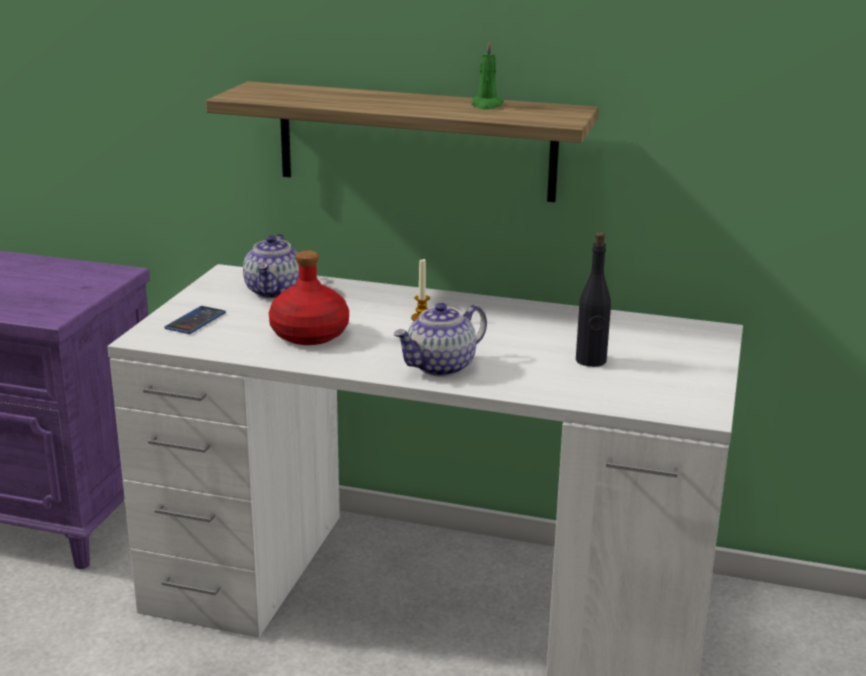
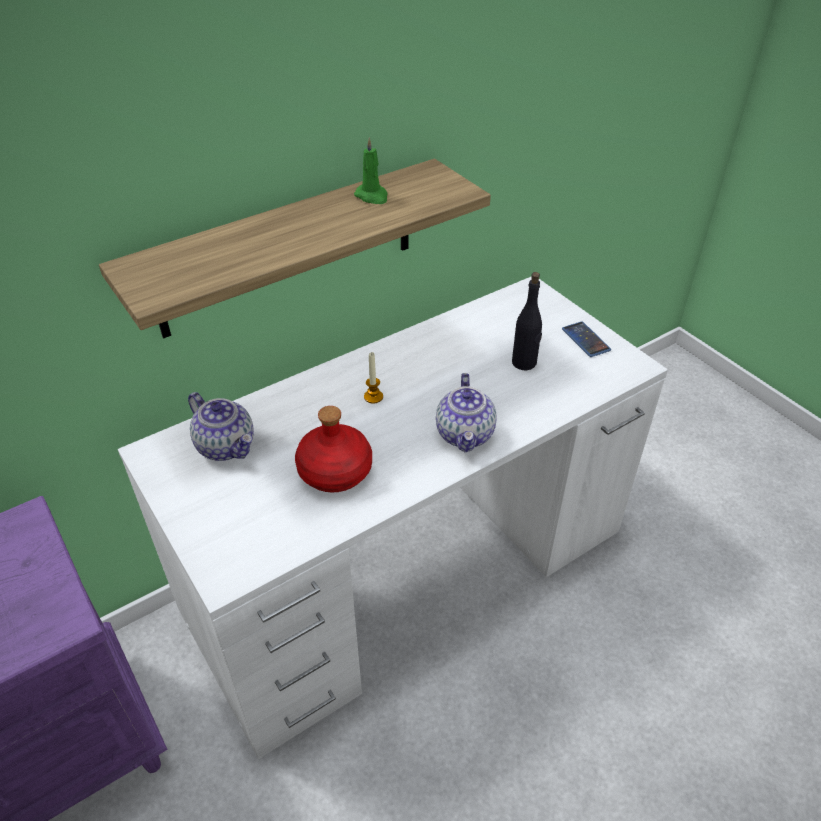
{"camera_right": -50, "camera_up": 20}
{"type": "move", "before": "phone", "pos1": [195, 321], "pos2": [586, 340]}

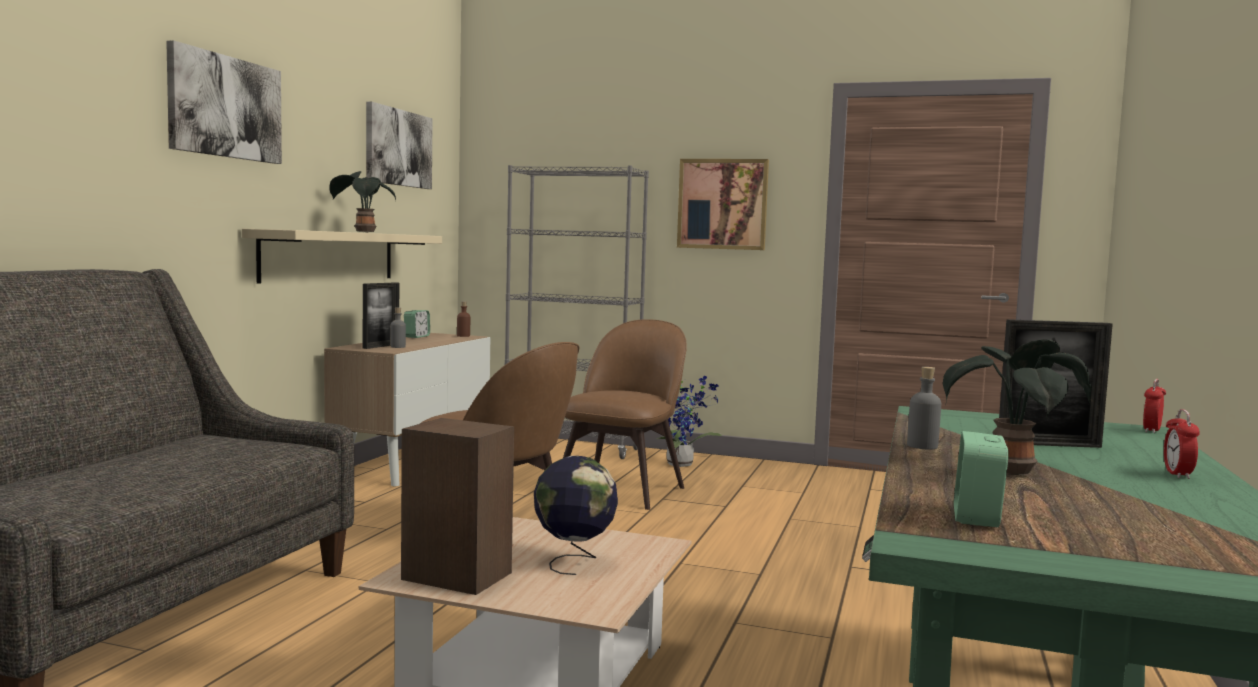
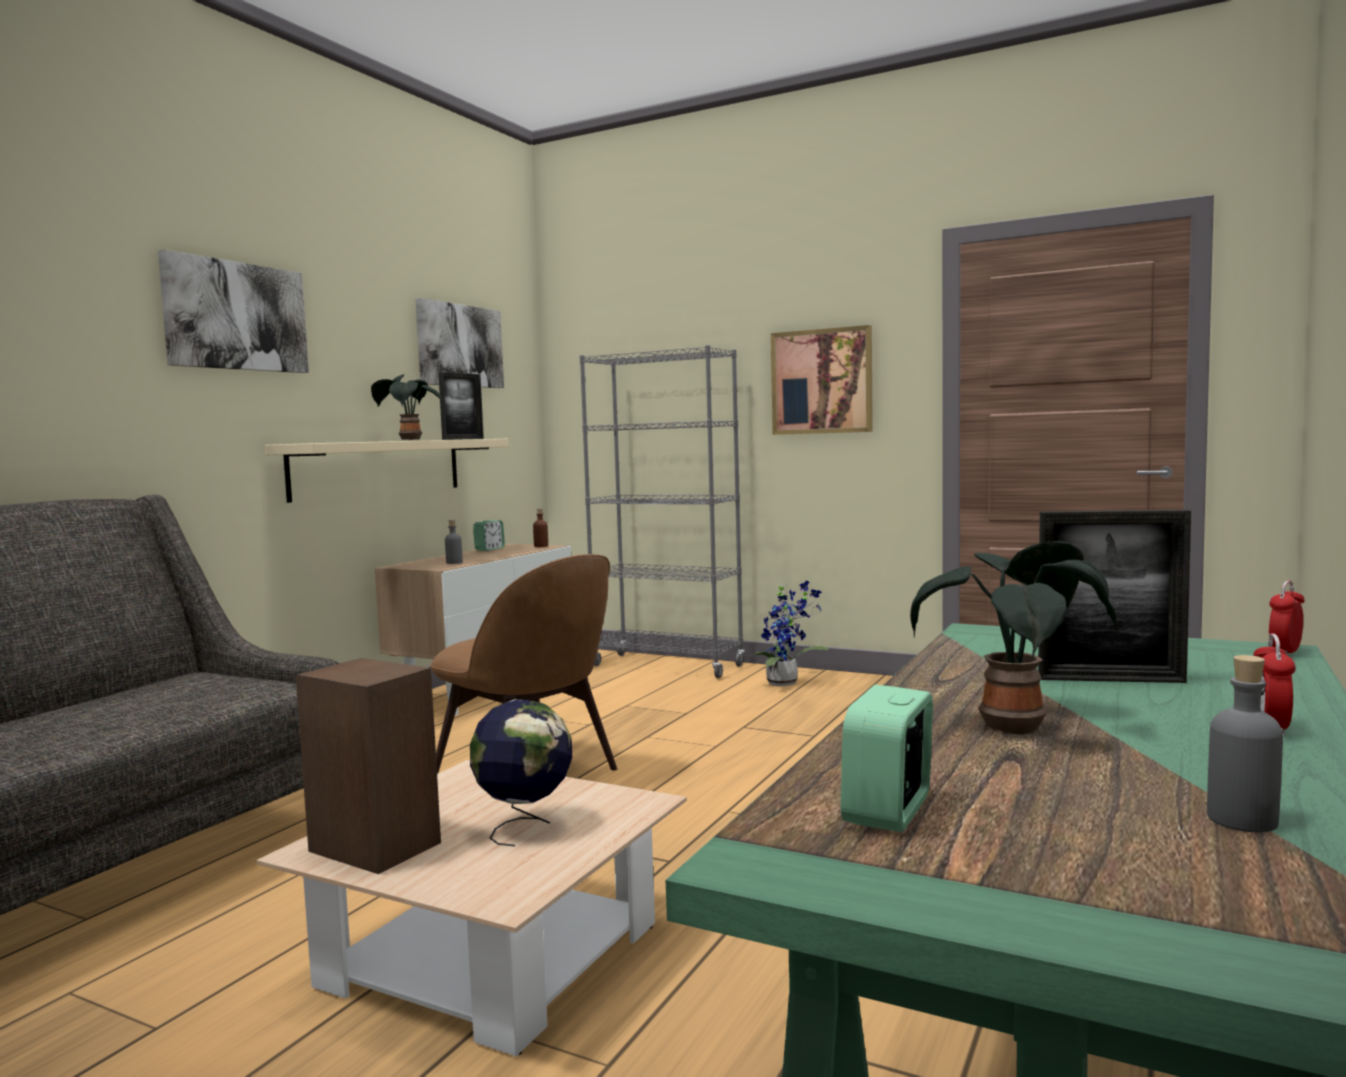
{"camera_right": 10, "camera_up": 0}
{"type": "move", "before": "picture_frame", "pos1": [381, 346], "pos2": [463, 439]}
{"type": "delete", "before": "brown_chair", "pos1": [622, 489]}
{"type": "move", "before": "grey_bottle", "pos1": [922, 446], "pos2": [1242, 820]}

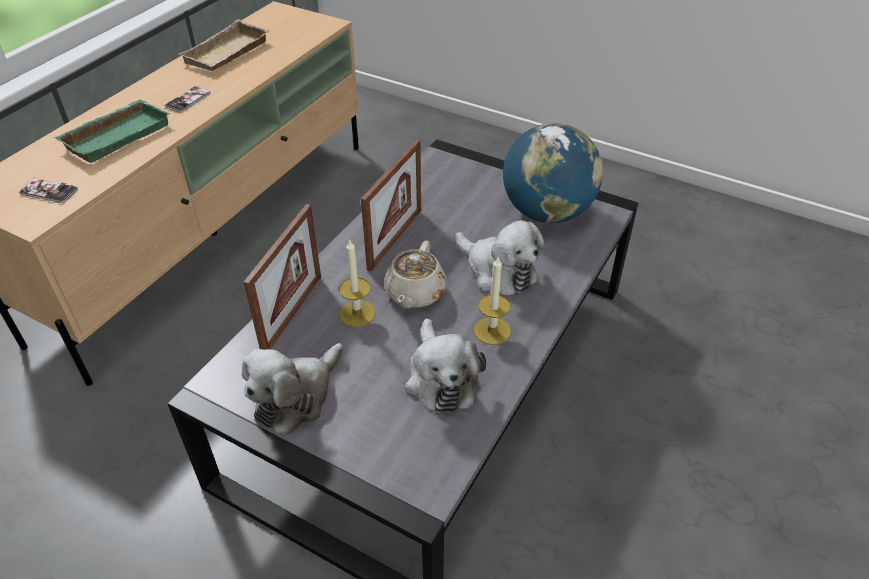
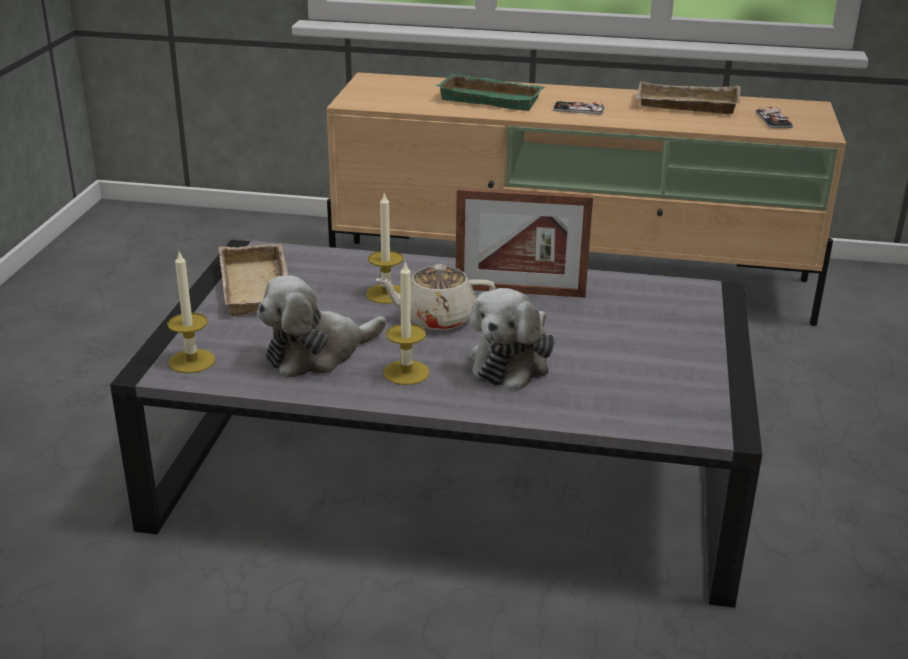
{"camera_right": 70, "camera_up": -15}
{"type": "move", "before": "phone", "pos1": [49, 192], "pos2": [773, 120]}
{"type": "replace", "before": "plush_toy", "after": "beige_tray", "pos1": [296, 397], "pos2": [259, 288]}
{"type": "delete", "before": "picture_frame", "pos1": [292, 313]}
{"type": "delete", "before": "globe", "pos1": [547, 212]}
{"type": "insert", "after": "candle", "pos2": [192, 361]}

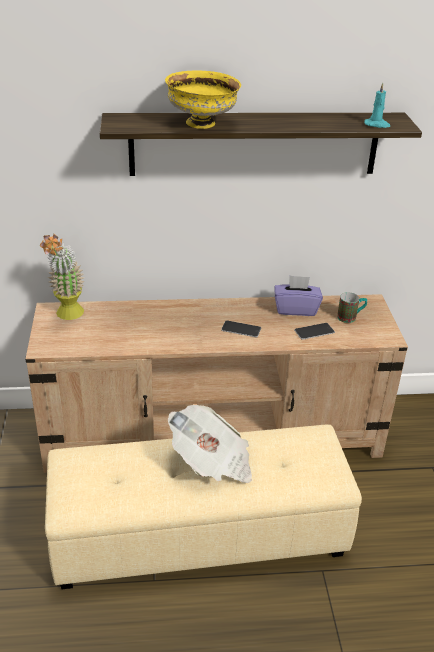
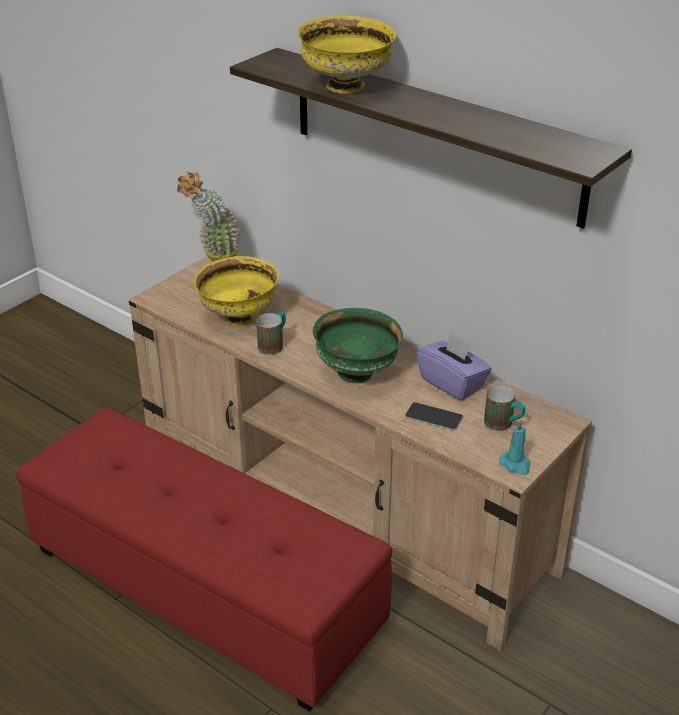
{"camera_right": 45, "camera_up": 0}
{"type": "recolor", "before": "beige_ottoman", "after": "red_ottoman", "pos1": [199, 535], "pos2": [203, 589]}
{"type": "delete", "before": "newspaper", "pos1": [212, 462]}
{"type": "replace", "before": "phone", "after": "green_bowl", "pos1": [241, 329], "pos2": [357, 373]}
{"type": "move", "before": "turquoise_candle", "pos1": [377, 125], "pos2": [515, 464]}
{"type": "insert", "after": "yellow_bowl", "pos2": [239, 318]}
{"type": "insert", "after": "mug", "pos2": [274, 344]}

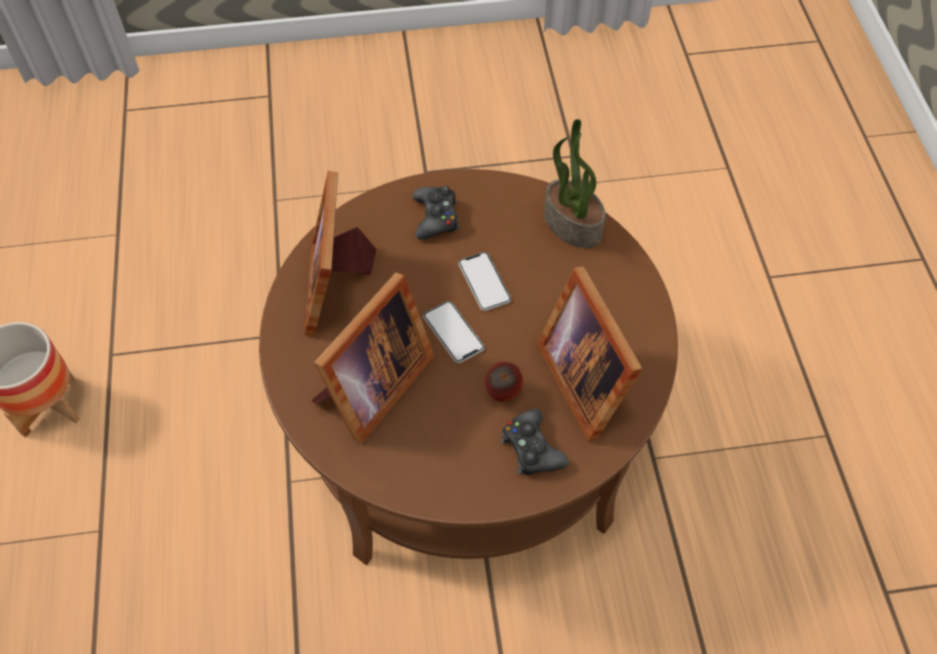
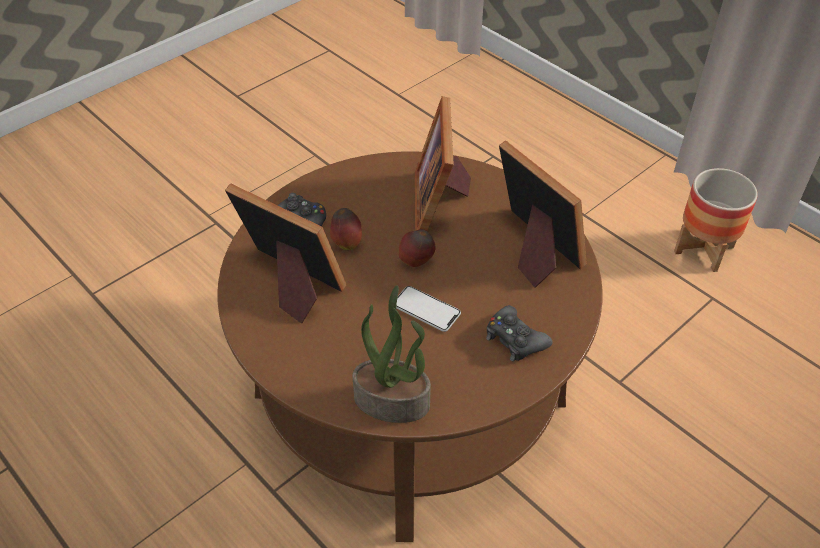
{"camera_right": 145, "camera_up": -10}
{"type": "replace", "before": "phone", "after": "apple", "pos1": [453, 332], "pos2": [416, 262]}

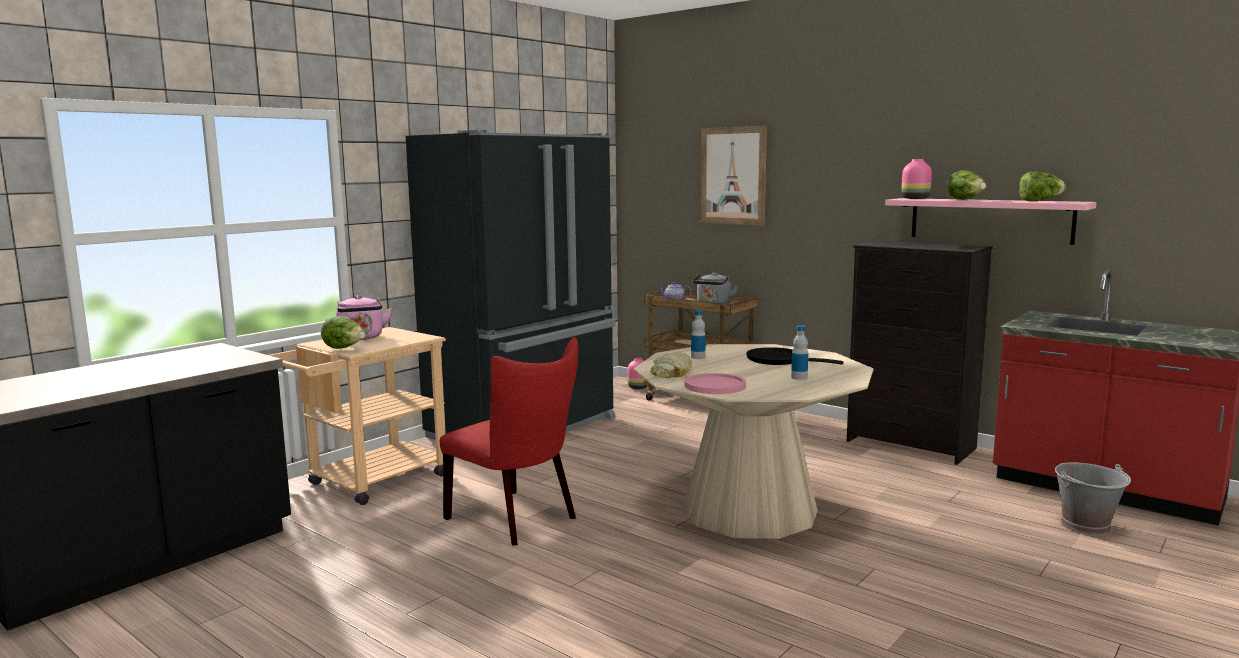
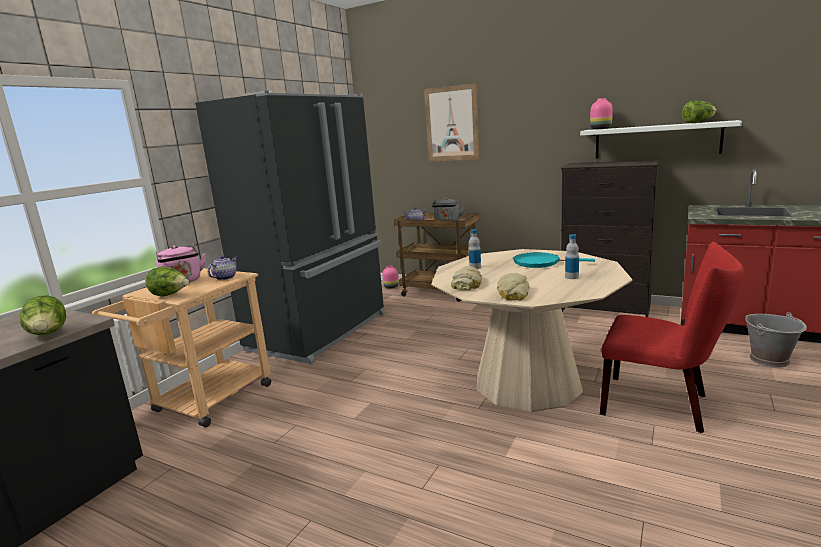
{"camera_right": -10, "camera_up": 5}
{"type": "move", "before": "red_chair", "pos1": [517, 519], "pos2": [661, 405]}
{"type": "replace", "before": "pink_plate", "after": "bread", "pos1": [715, 385], "pos2": [513, 293]}
{"type": "recolor", "before": "black_frying_pan", "after": "turquoise_frying_pan", "pos1": [778, 360], "pos2": [540, 263]}
{"type": "recolor", "before": "pink_shelf", "after": "white_shelf", "pos1": [990, 220], "pos2": [656, 140]}
{"type": "move", "before": "lettuce", "pos1": [965, 200], "pos2": [49, 335]}
{"type": "insert", "after": "teapot", "pos2": [225, 277]}

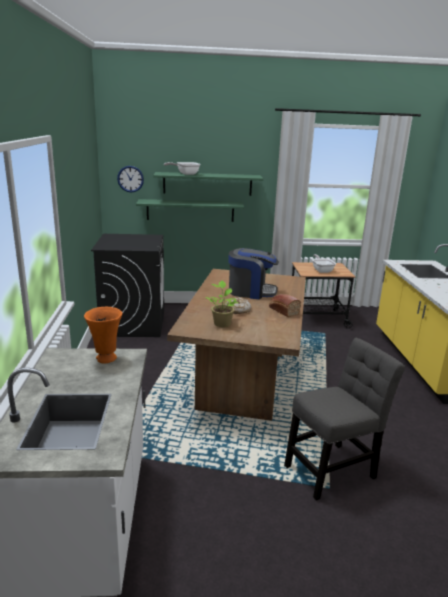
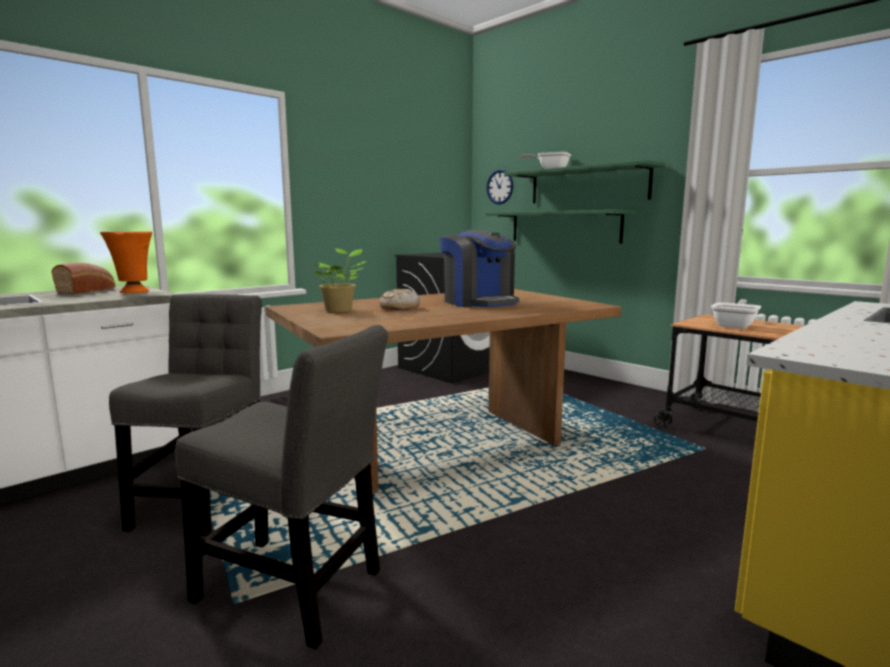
{"camera_right": 50, "camera_up": -10}
{"type": "move", "before": "bread", "pos1": [283, 310], "pos2": [88, 290]}
{"type": "insert", "after": "grey_chair", "pos2": [204, 498]}

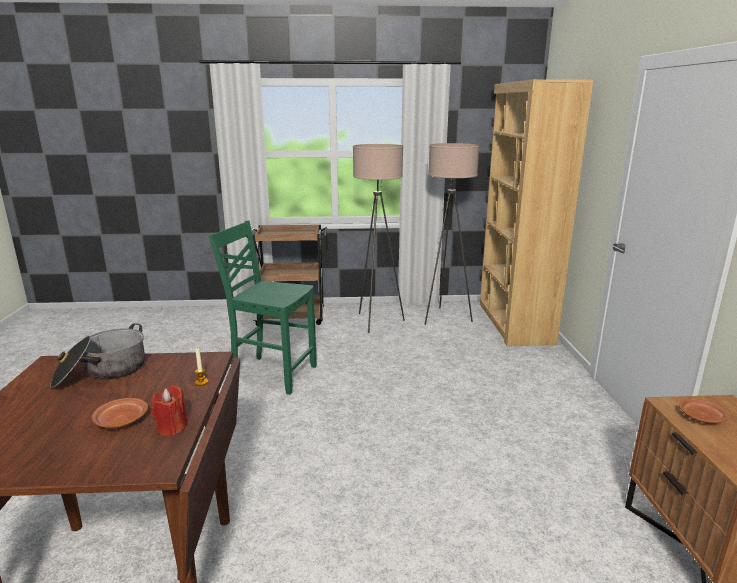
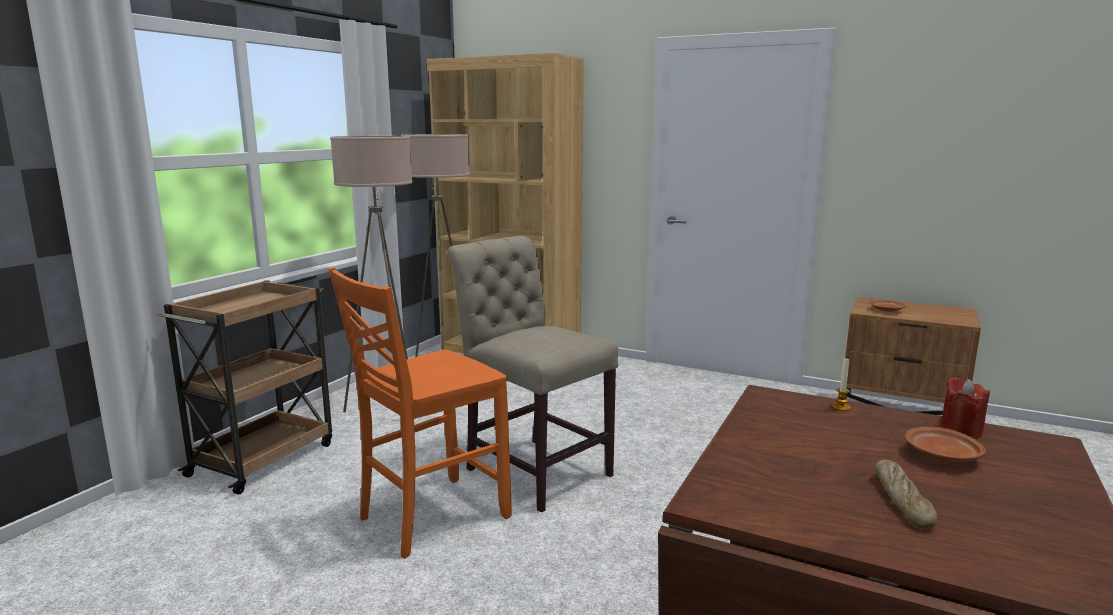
{"camera_right": -60, "camera_up": -5}
{"type": "delete", "before": "cooking_pot", "pos1": [102, 372]}
{"type": "recolor", "before": "green_chair", "after": "orange_chair", "pos1": [272, 373], "pos2": [430, 517]}
{"type": "insert", "after": "beige_chair", "pos2": [533, 469]}
{"type": "insert", "after": "bread", "pos2": [902, 501]}

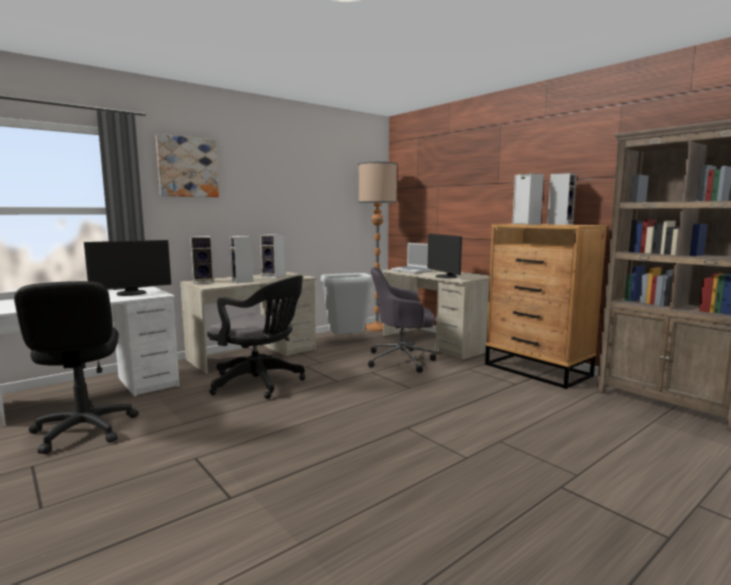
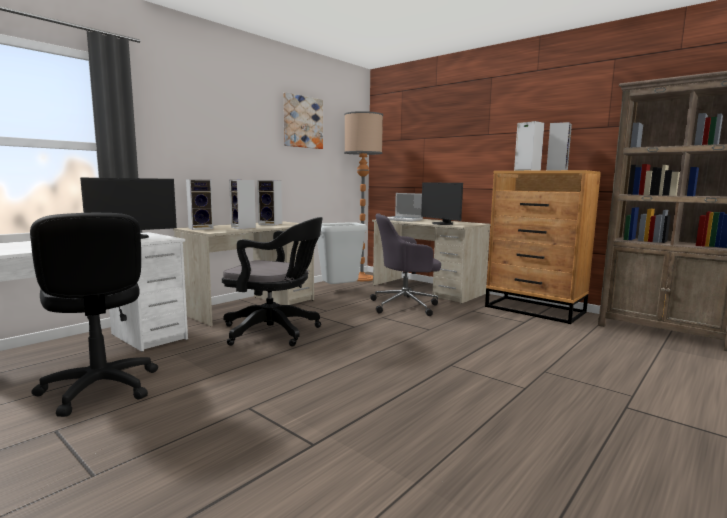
{"camera_right": -10, "camera_up": 0}
{"type": "move", "before": "picture", "pos1": [187, 167], "pos2": [302, 122]}

